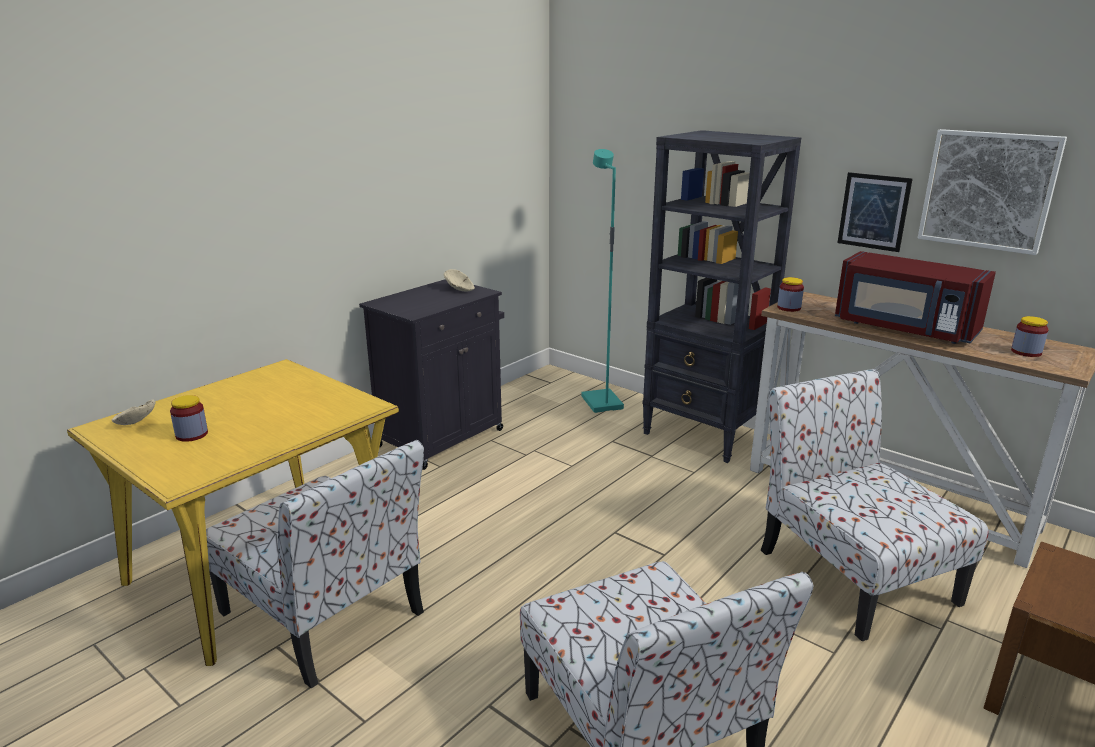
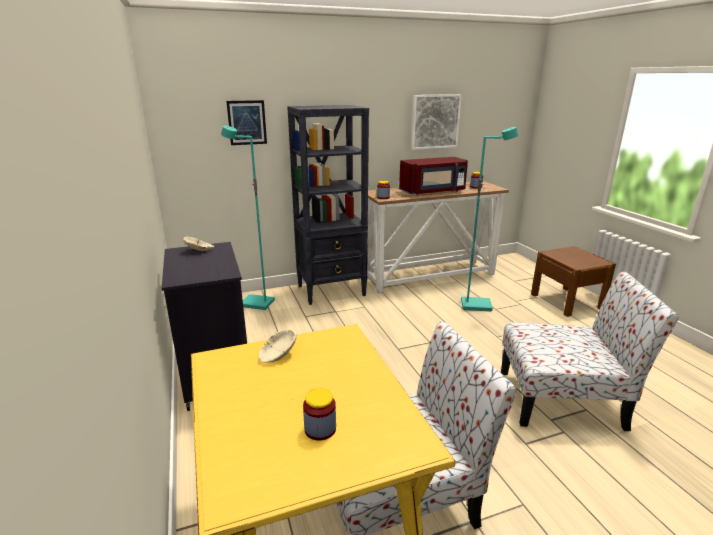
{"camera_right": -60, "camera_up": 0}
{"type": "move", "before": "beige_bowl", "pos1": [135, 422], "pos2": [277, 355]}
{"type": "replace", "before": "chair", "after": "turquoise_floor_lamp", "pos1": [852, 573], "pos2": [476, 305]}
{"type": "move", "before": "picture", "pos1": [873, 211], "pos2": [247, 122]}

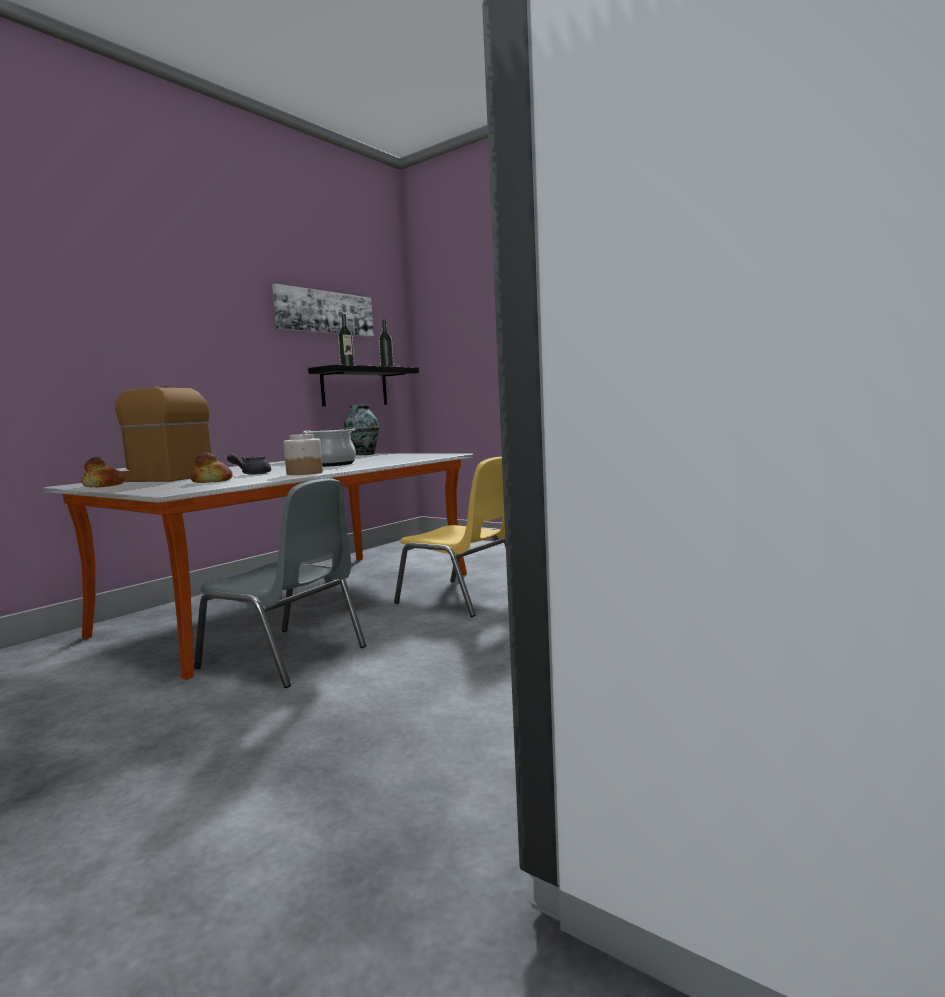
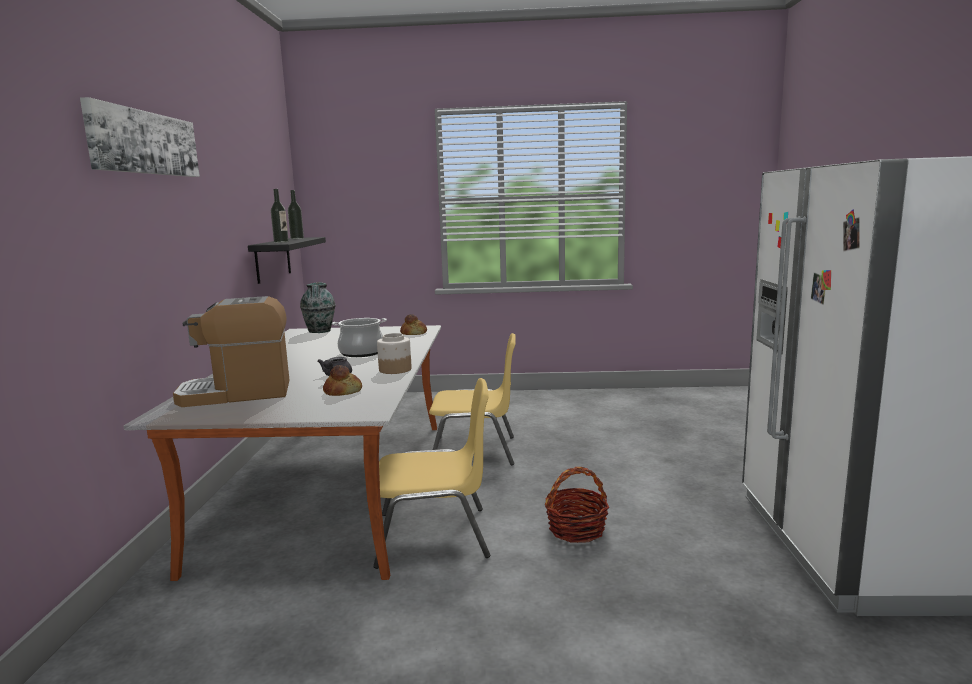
{"camera_right": -35, "camera_up": 5}
{"type": "move", "before": "bread", "pos1": [104, 486], "pos2": [414, 333]}
{"type": "recolor", "before": "grey_chair", "after": "yellow_chair", "pos1": [285, 657], "pos2": [435, 536]}
{"type": "move", "before": "picture", "pos1": [324, 312], "pos2": [144, 143]}
{"type": "insert", "after": "basket", "pos2": [576, 529]}

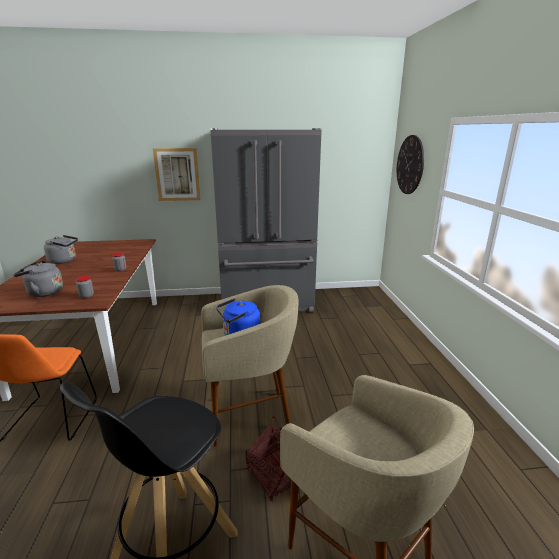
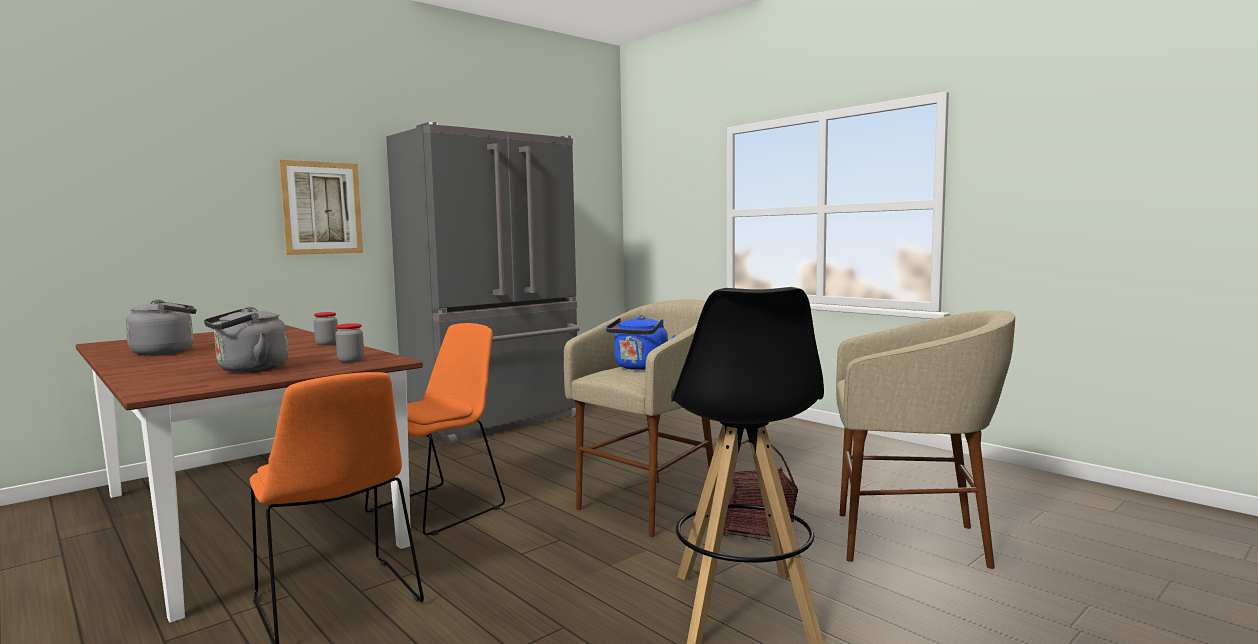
{"camera_right": -35, "camera_up": -15}
{"type": "delete", "before": "wall_clock", "pos1": [410, 165]}
{"type": "insert", "after": "orange_chair", "pos2": [440, 508]}

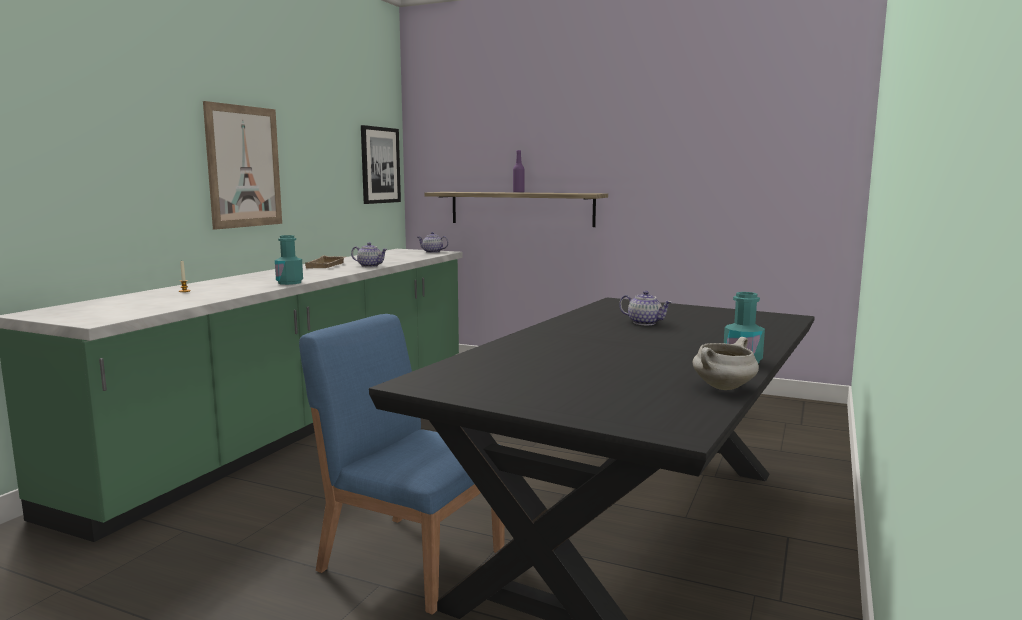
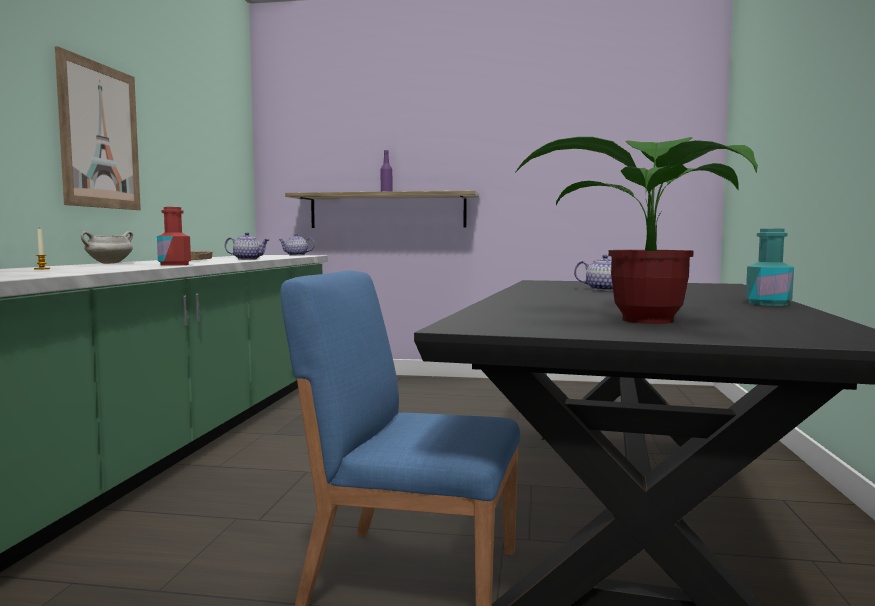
{"camera_right": -15, "camera_up": -5}
{"type": "recolor", "before": "turquoise_bottle", "after": "red_bottle", "pos1": [289, 283], "pos2": [174, 265]}
{"type": "delete", "before": "picture", "pos1": [380, 165]}
{"type": "move", "before": "white_cooking_pot", "pos1": [723, 388], "pos2": [109, 263]}
{"type": "insert", "after": "potted_plant", "pos2": [645, 319]}

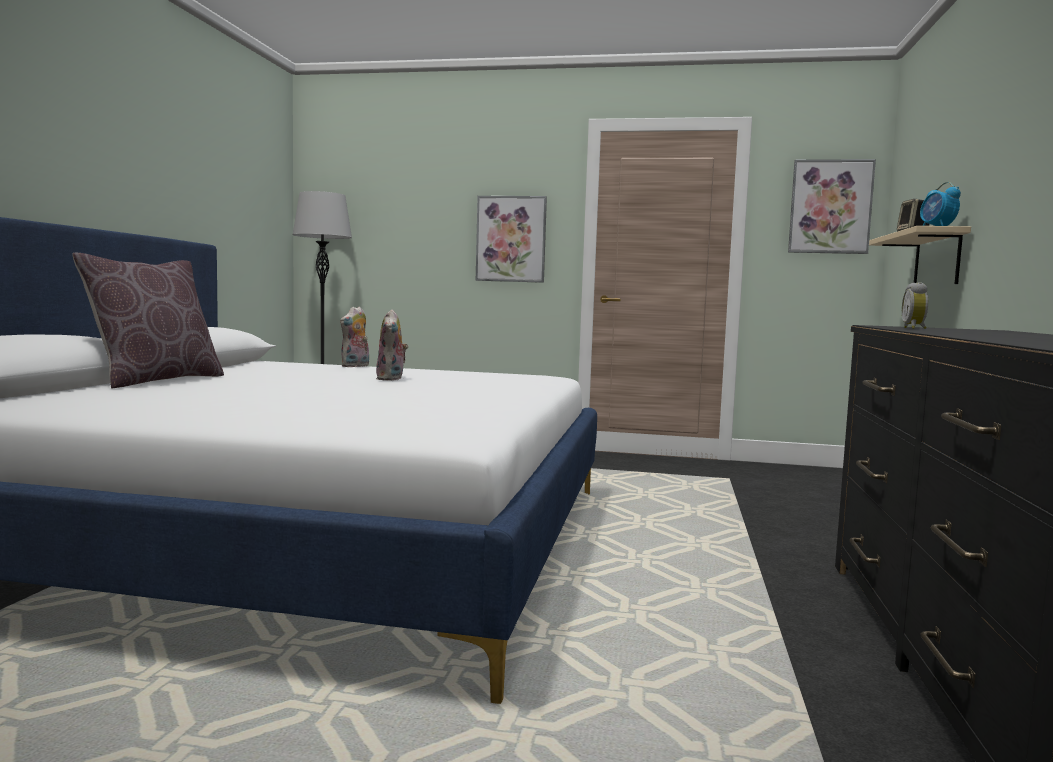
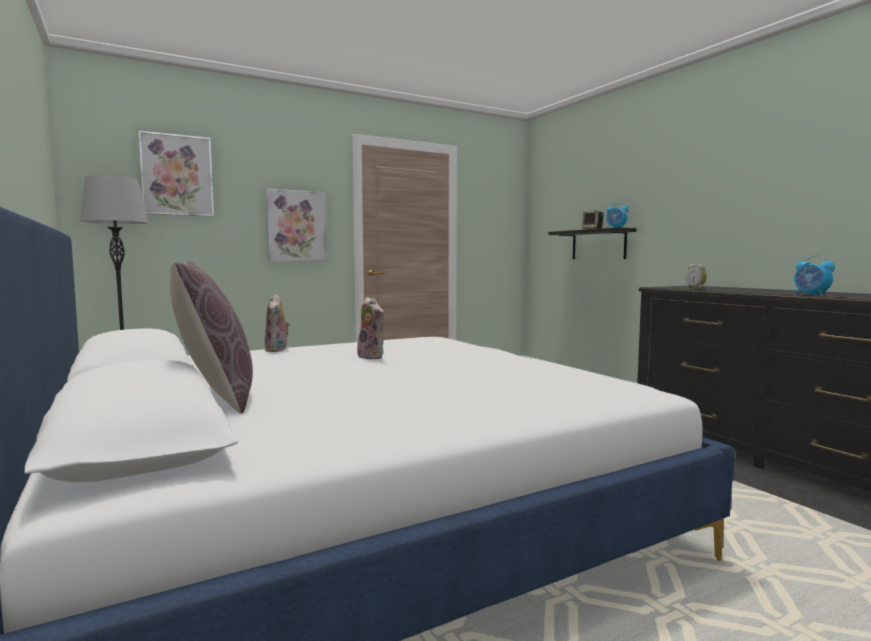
{"camera_right": -40, "camera_up": 0}
{"type": "move", "before": "picture", "pos1": [830, 207], "pos2": [177, 175]}
{"type": "recolor", "before": "beige_shelf", "after": "black_shelf", "pos1": [937, 260], "pos2": [598, 244]}
{"type": "insert", "after": "alarm_clock", "pos2": [811, 295]}

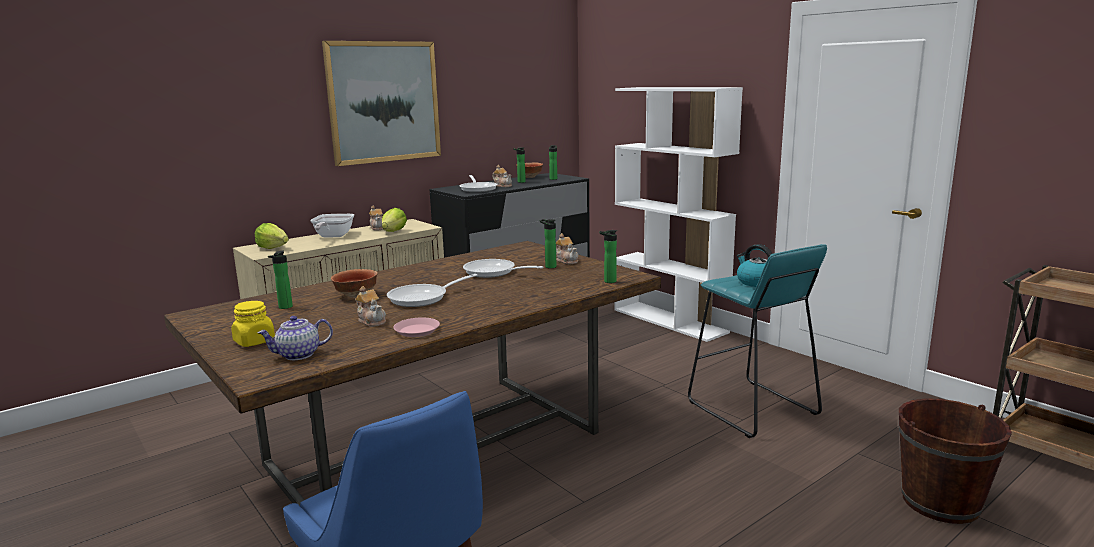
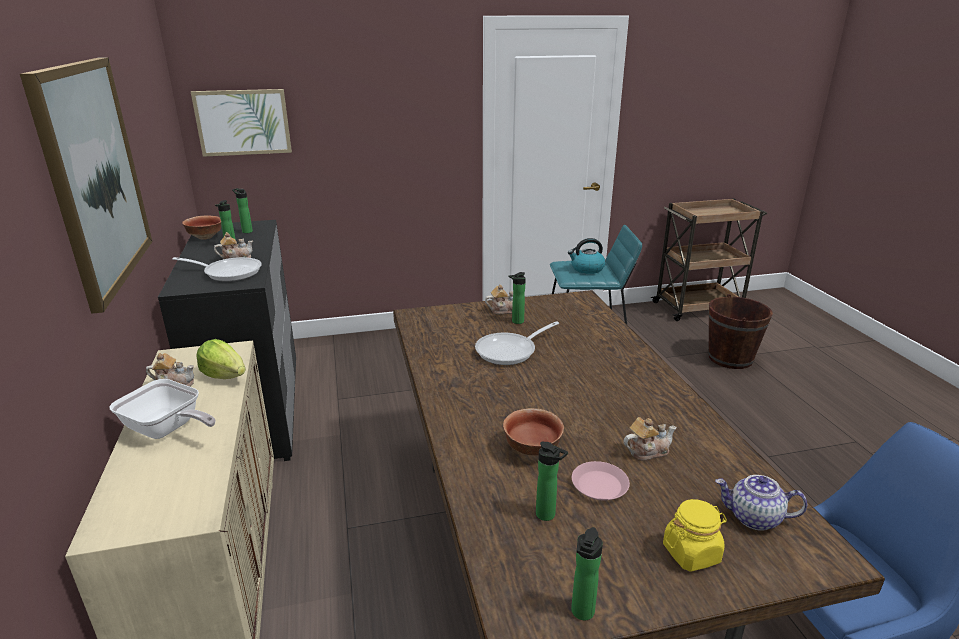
{"camera_right": -65, "camera_up": 10}
{"type": "delete", "before": "lettuce", "pos1": [273, 248]}
{"type": "rotate", "before": "teapot", "pos1": [298, 355], "pos2": [753, 518], "turn": 105}
{"type": "delete", "before": "frying_pan", "pos1": [423, 298]}
{"type": "move", "before": "pink_plate", "pos1": [417, 331], "pos2": [599, 485]}
{"type": "move", "before": "bottle", "pos1": [608, 281], "pos2": [581, 614]}
{"type": "delete", "before": "white_bookcase", "pos1": [670, 321]}
{"type": "insert", "after": "picture", "pos2": [243, 122]}

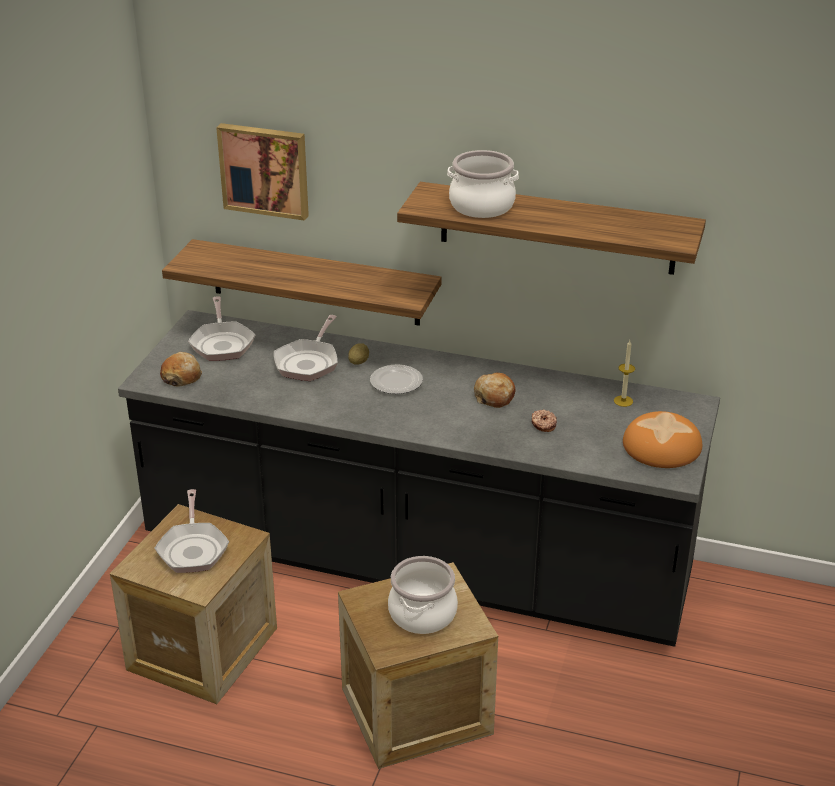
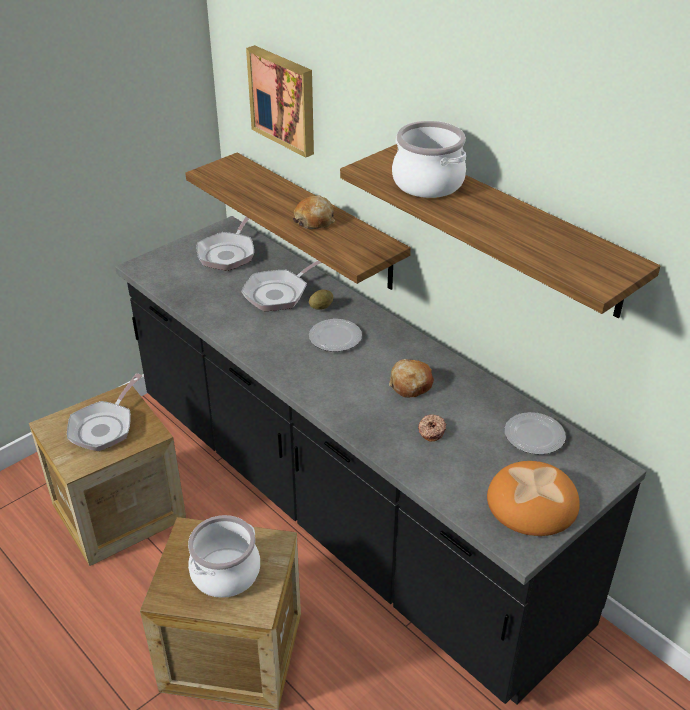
{"camera_right": 30, "camera_up": 5}
{"type": "move", "before": "bread", "pos1": [181, 376], "pos2": [314, 220]}
{"type": "replace", "before": "candle", "after": "plate", "pos1": [623, 401], "pos2": [535, 436]}

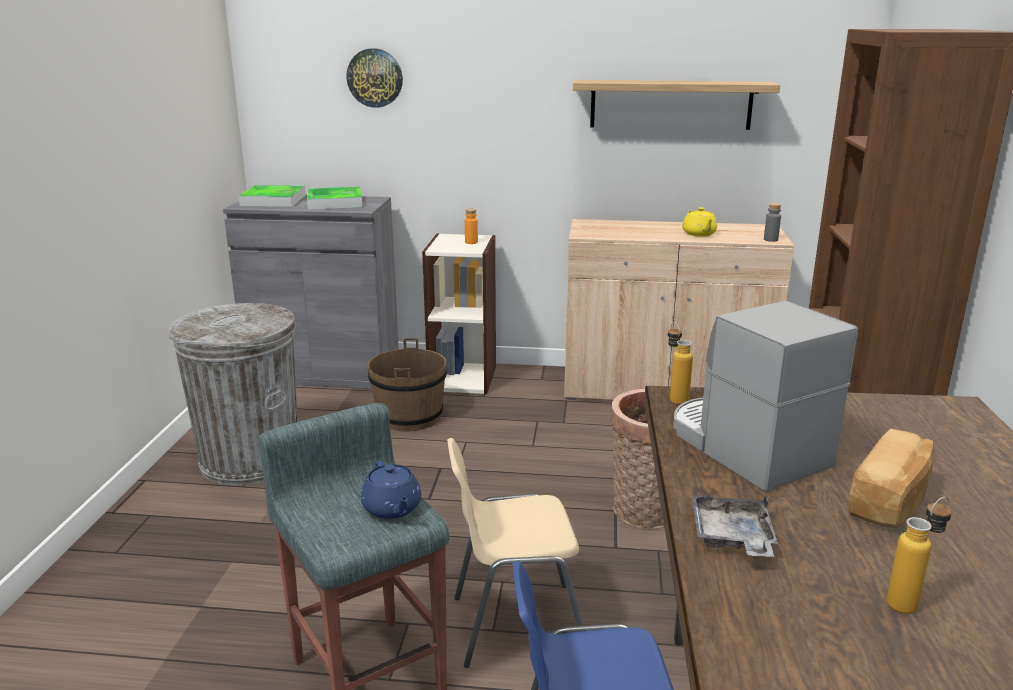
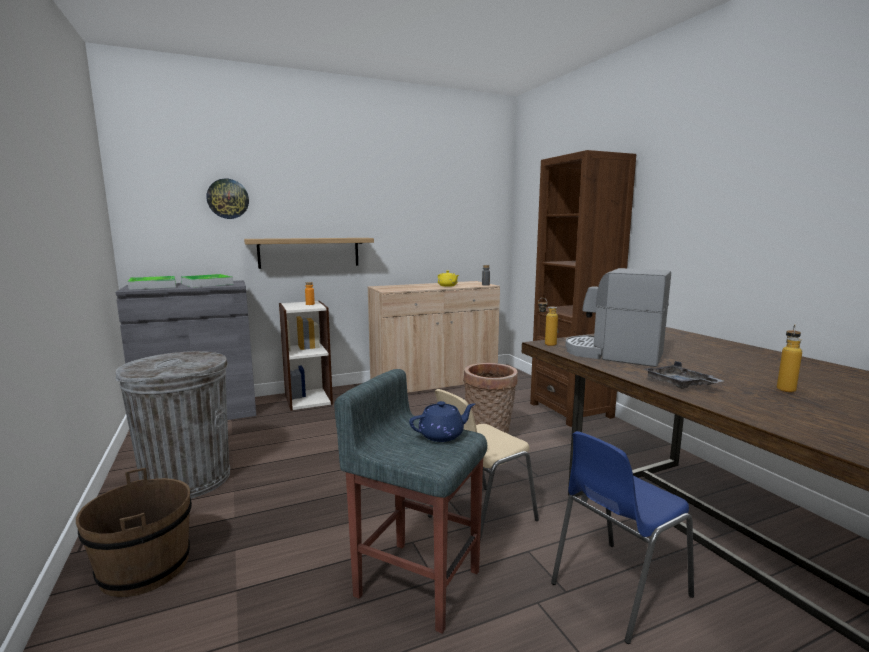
{"camera_right": -30, "camera_up": -10}
{"type": "rotate", "before": "blue_teapot", "pos1": [392, 508], "pos2": [442, 435], "turn": -60}
{"type": "move", "before": "brown_bucket", "pos1": [409, 417], "pos2": [144, 568]}
{"type": "move", "before": "shelf", "pos1": [670, 104], "pos2": [309, 252]}
{"type": "delete", "before": "bread", "pos1": [891, 501]}

